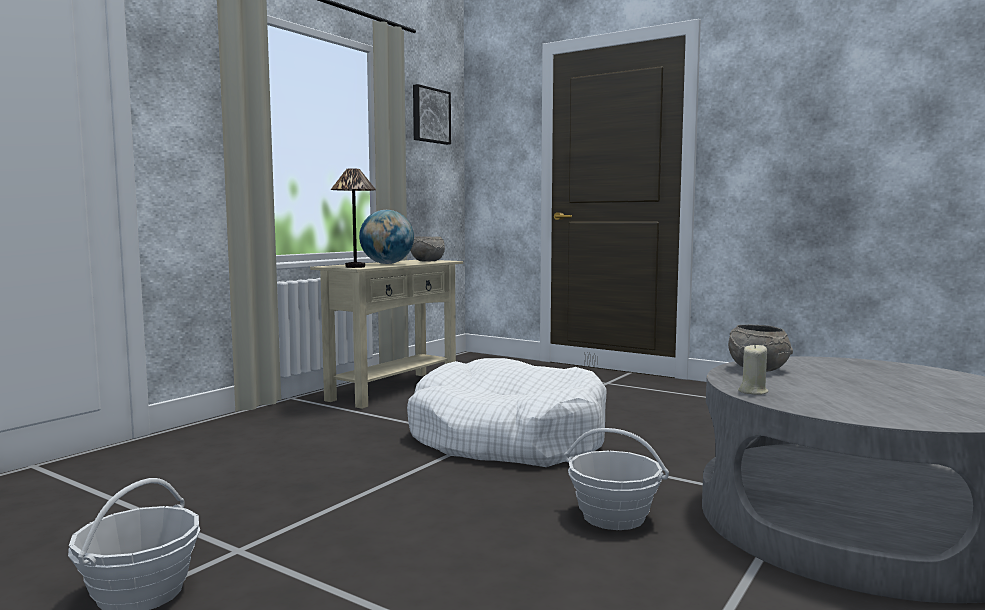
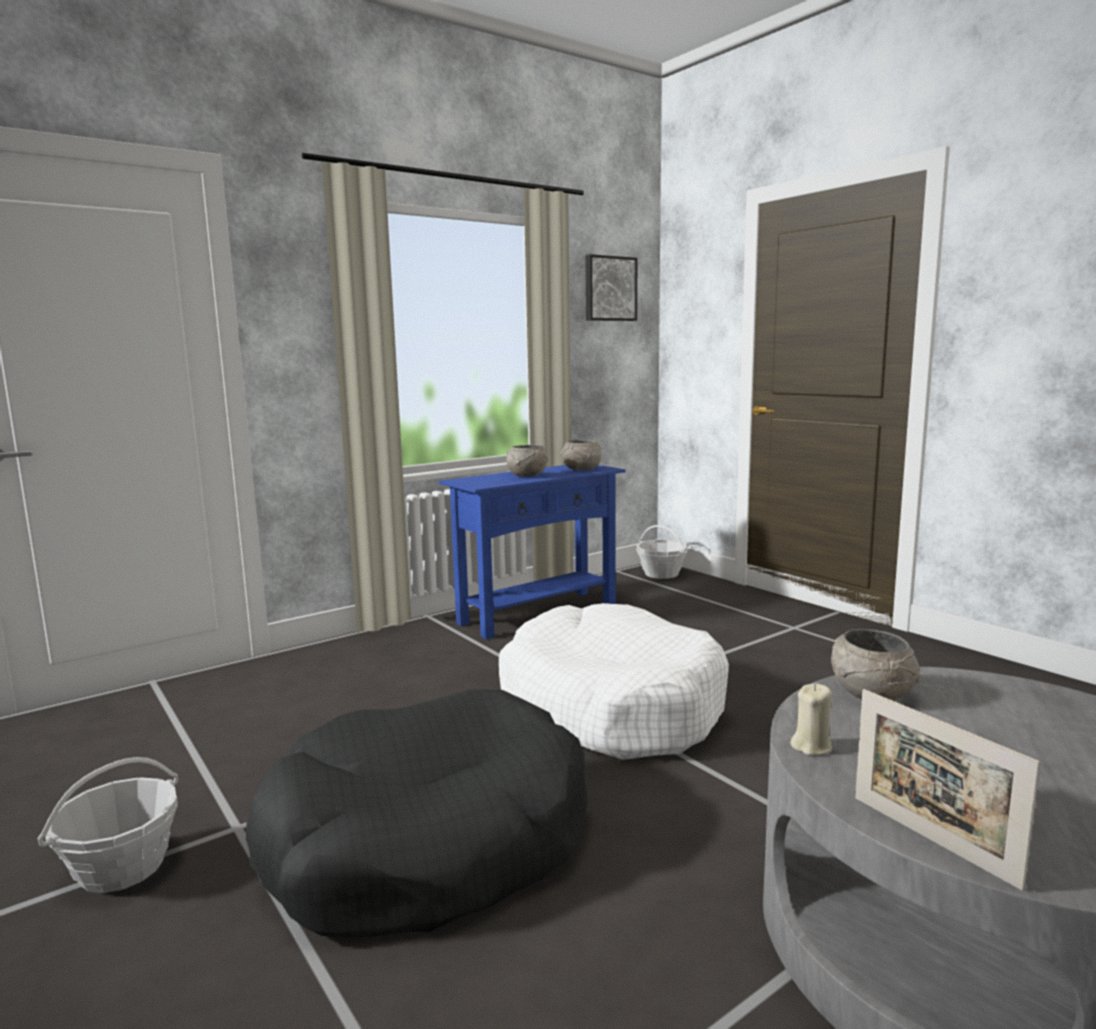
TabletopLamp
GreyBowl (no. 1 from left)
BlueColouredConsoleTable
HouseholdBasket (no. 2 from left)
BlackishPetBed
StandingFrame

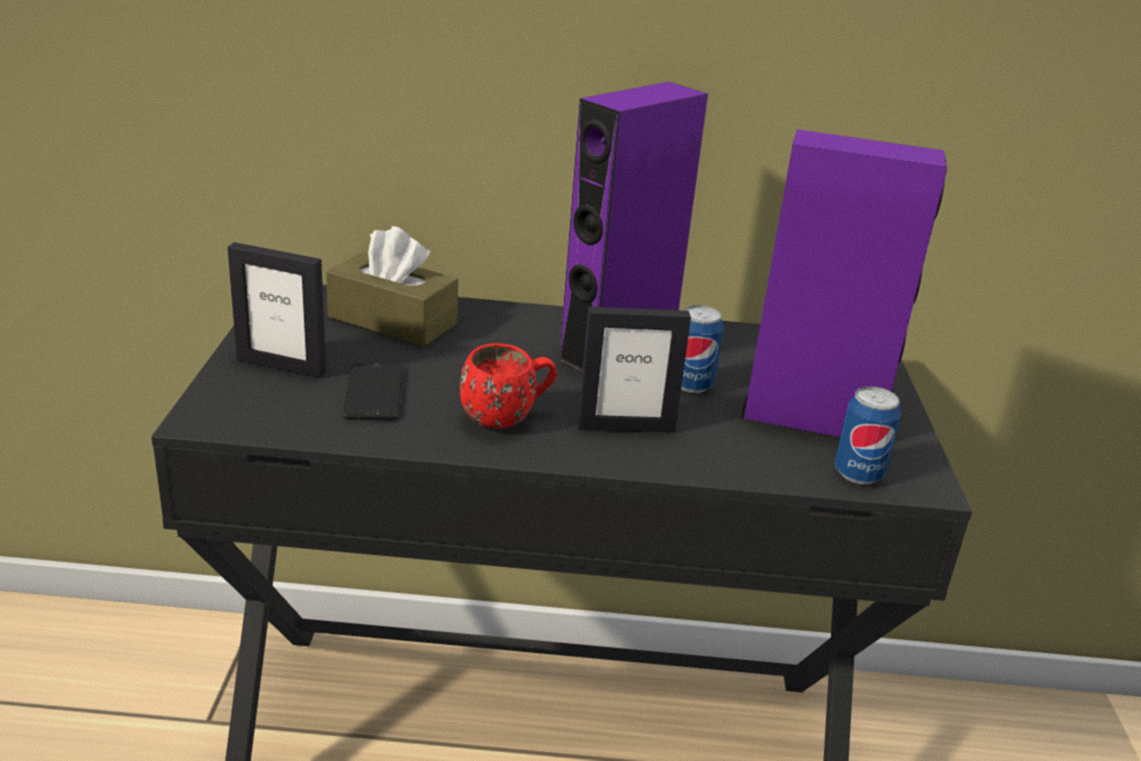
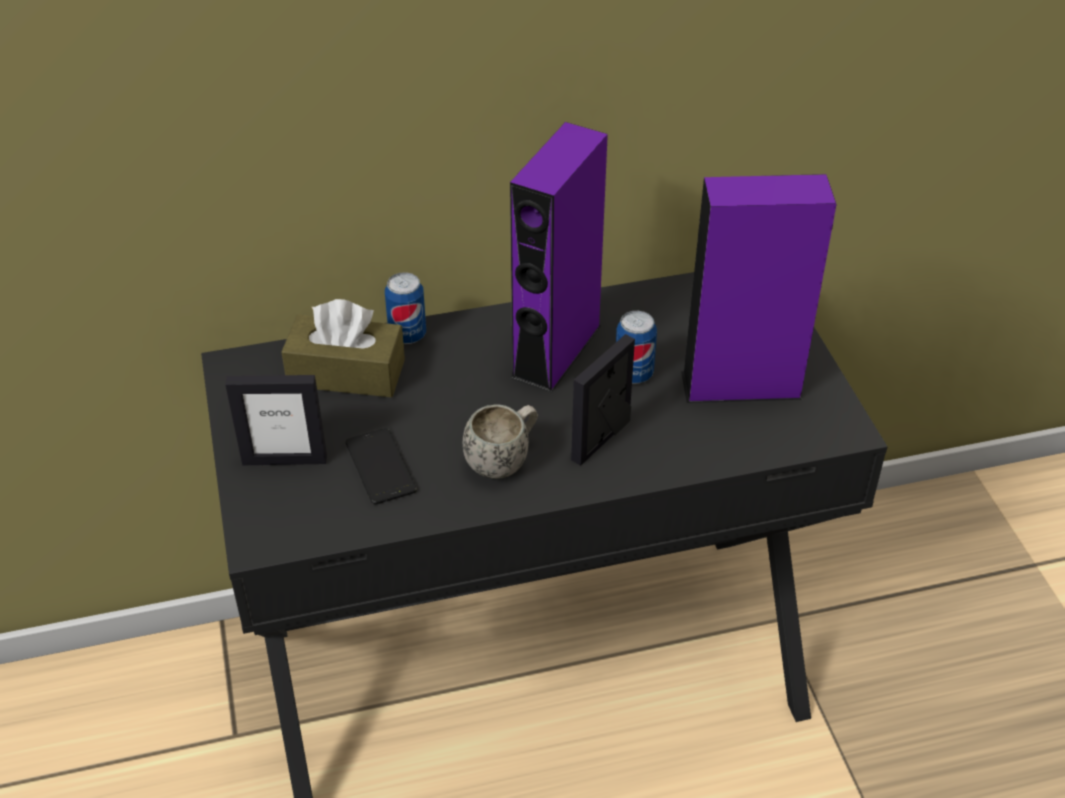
StandingFrame (no. 2 from left)
WhitishMug
Can (no. 1 from left)

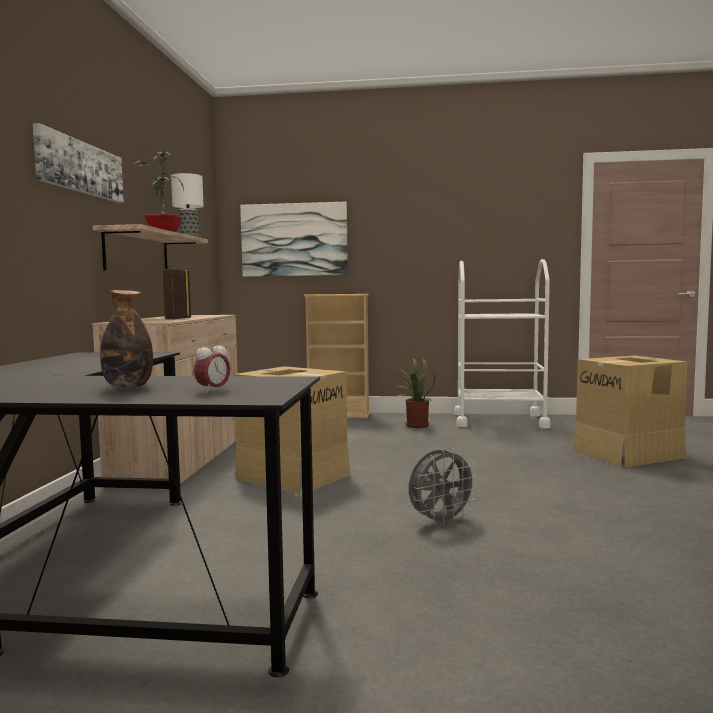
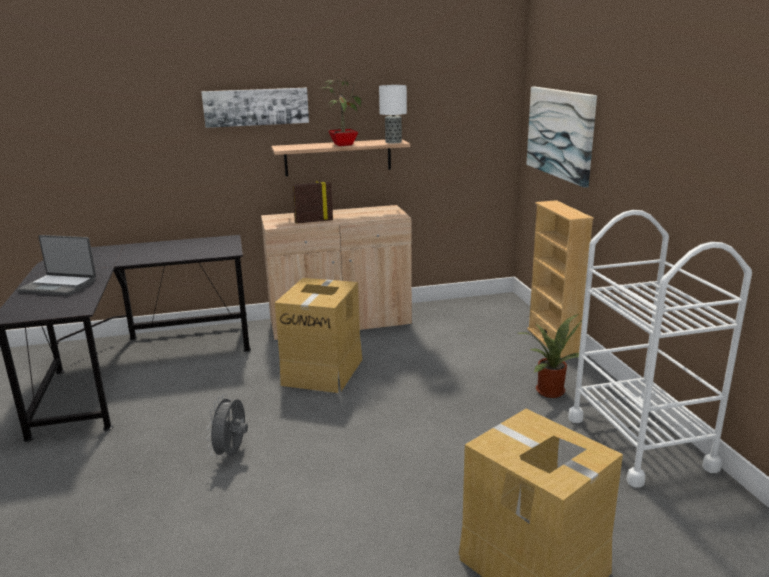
Laptop
TableClock
GreyFan

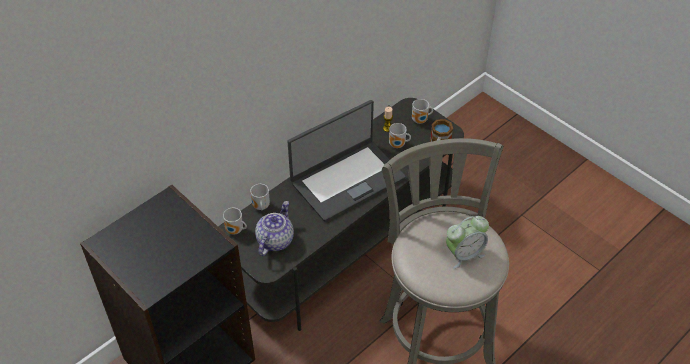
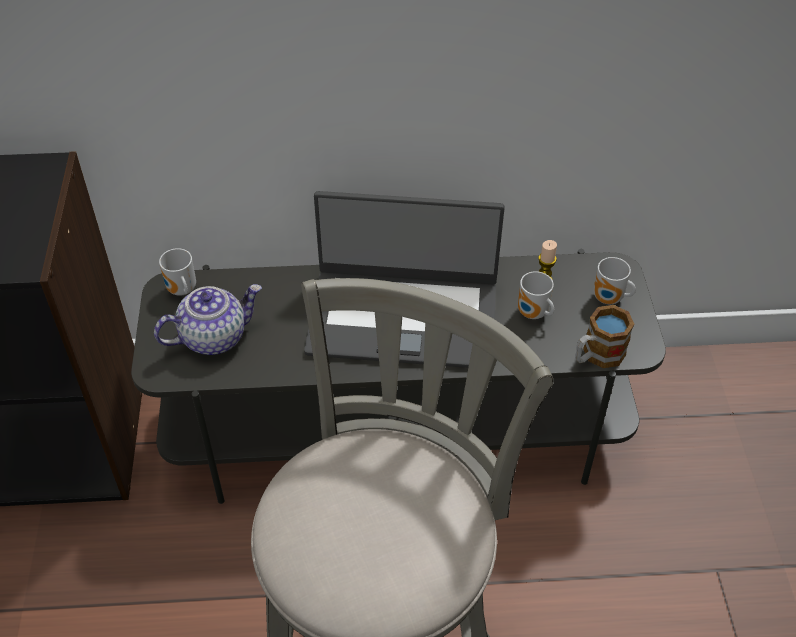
Mug (no. 2 from left in the first image)
TableClock

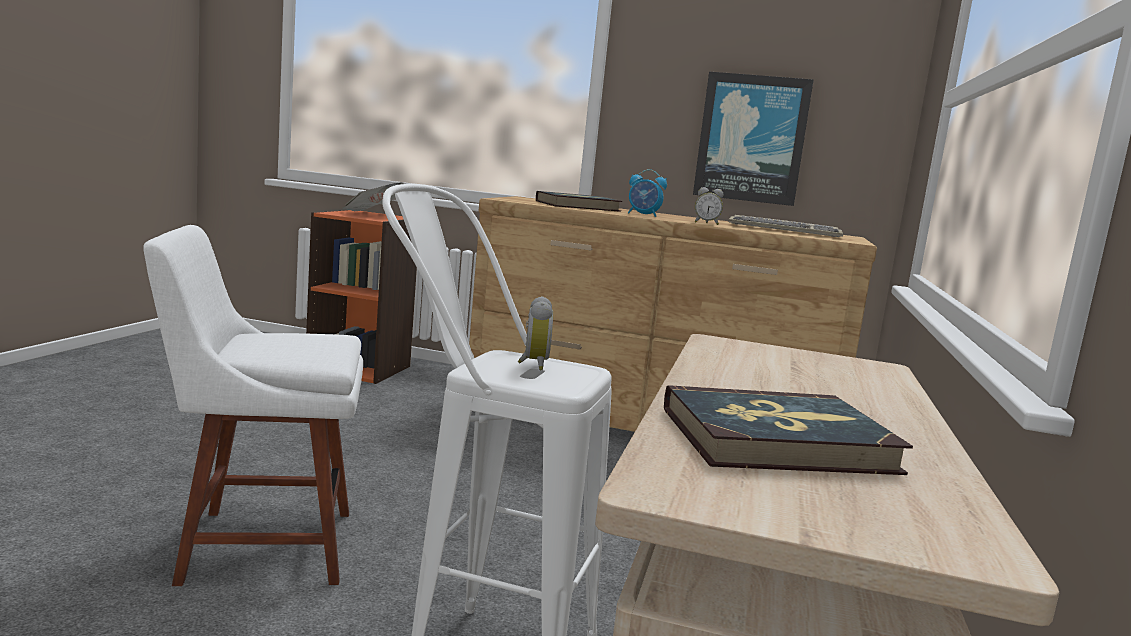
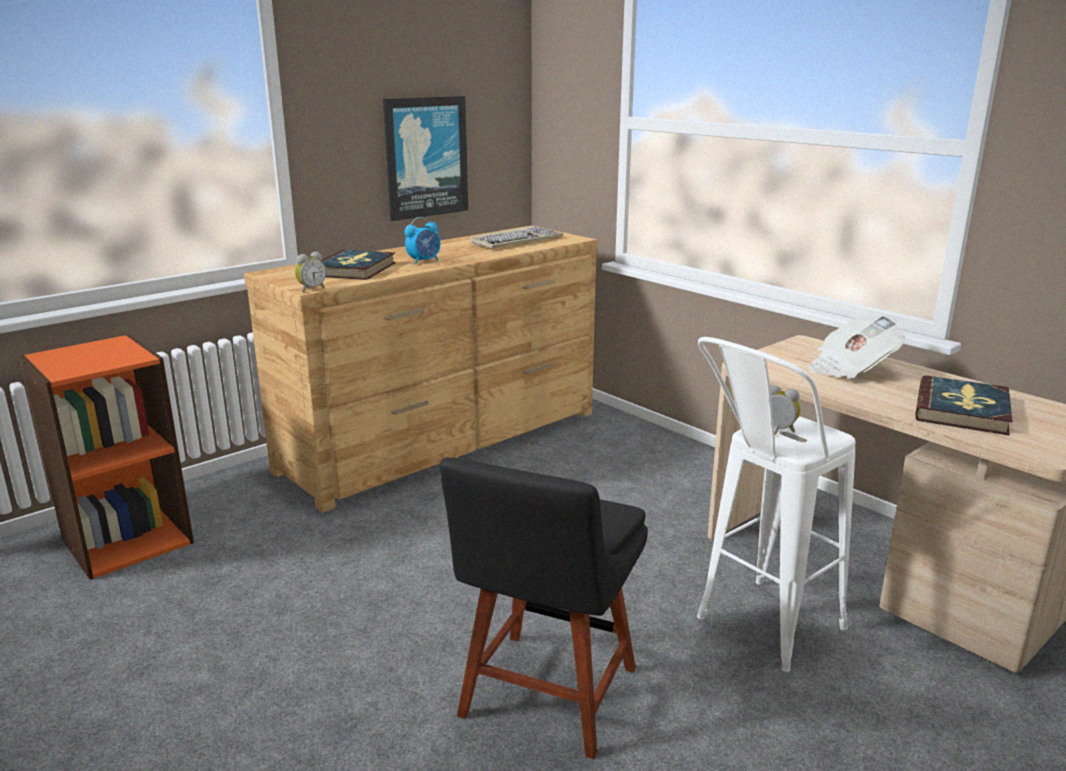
PrintedPaper
TableClock (no. 1 from left)
BlackishUprightChair

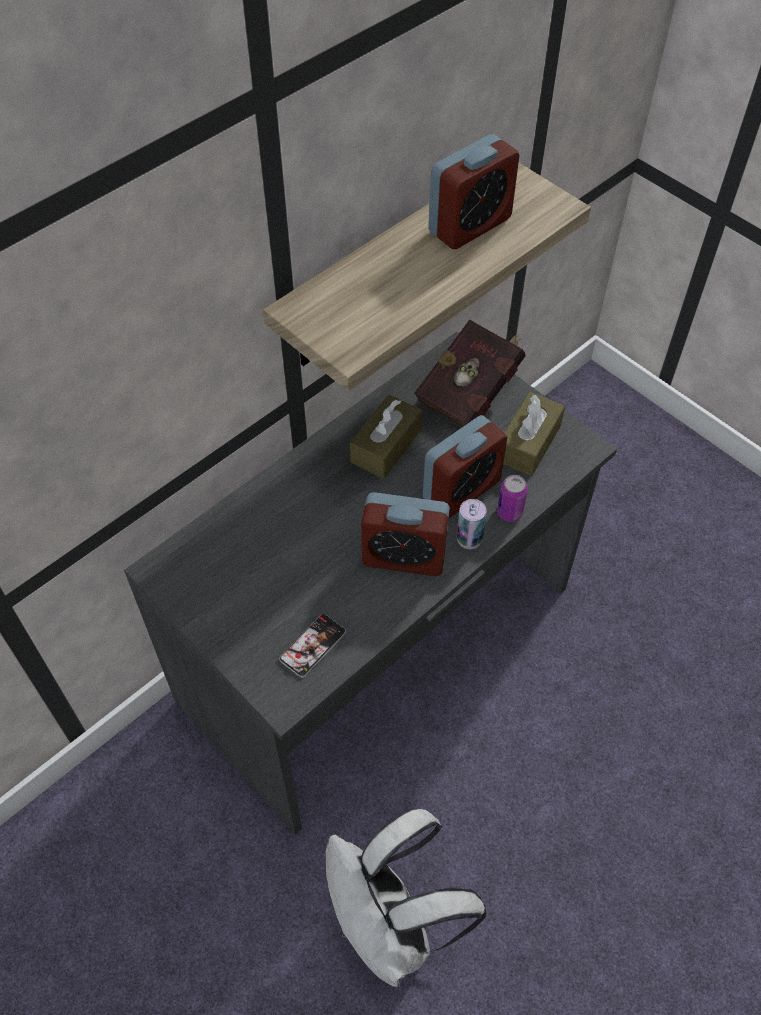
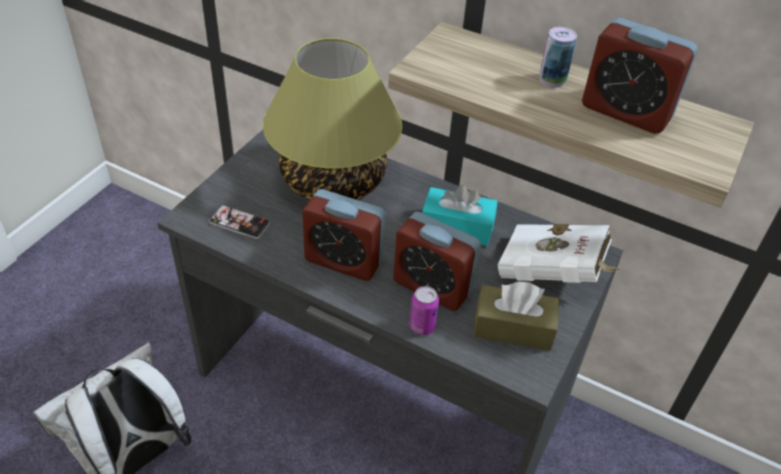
WhitishBook
TurquoiseColouredBoxOfTissues
TableClock (no. 1 from left)
Can (no. 2 from left)
TabletopLamp

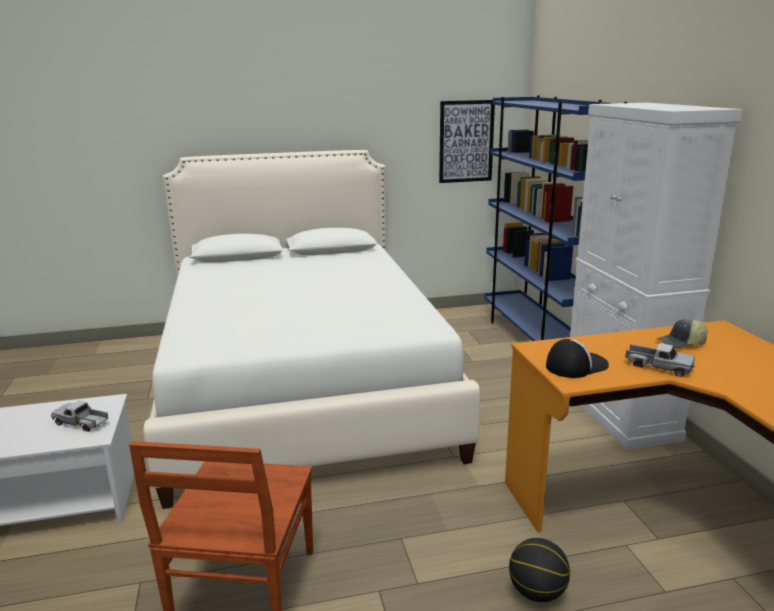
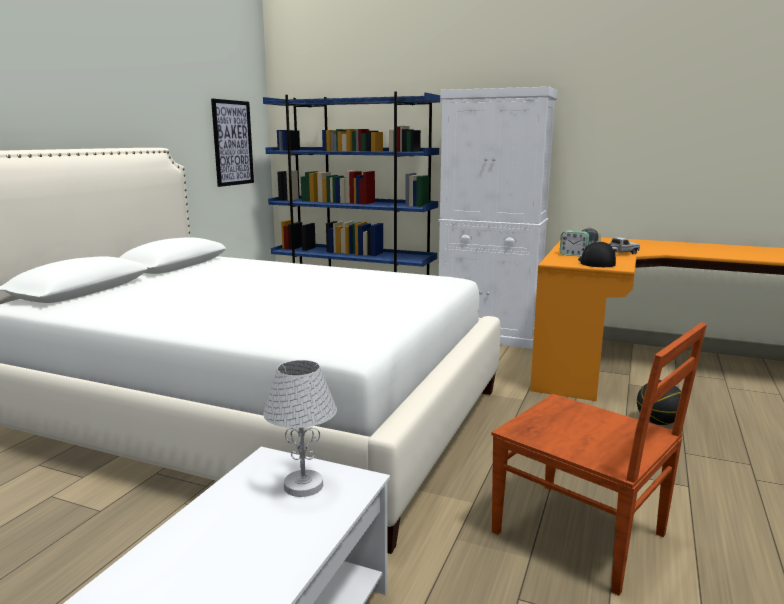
WhitishTabletopLamp
TableClock

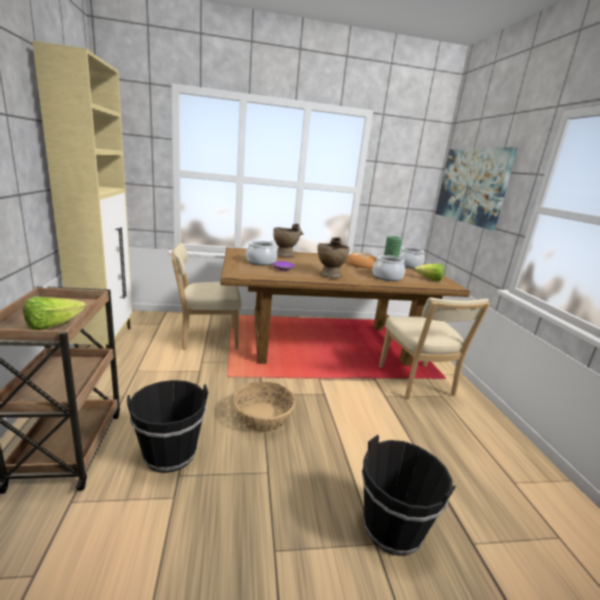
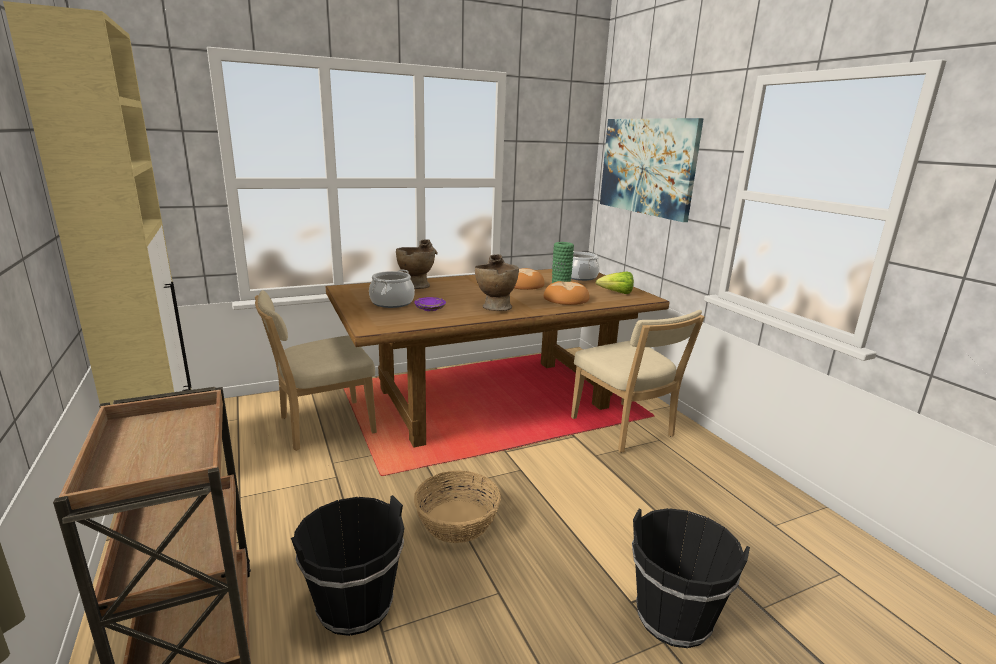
Bread (no. 2 from left)
Lettuce (no. 1 from left in the first image)

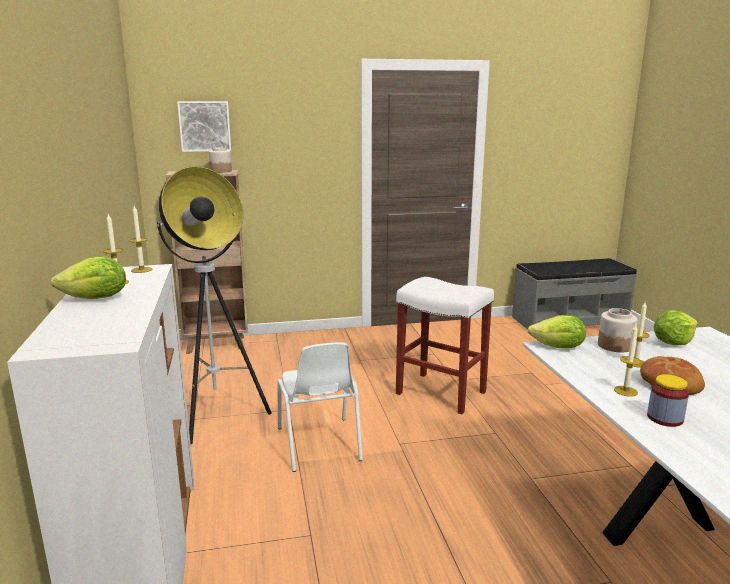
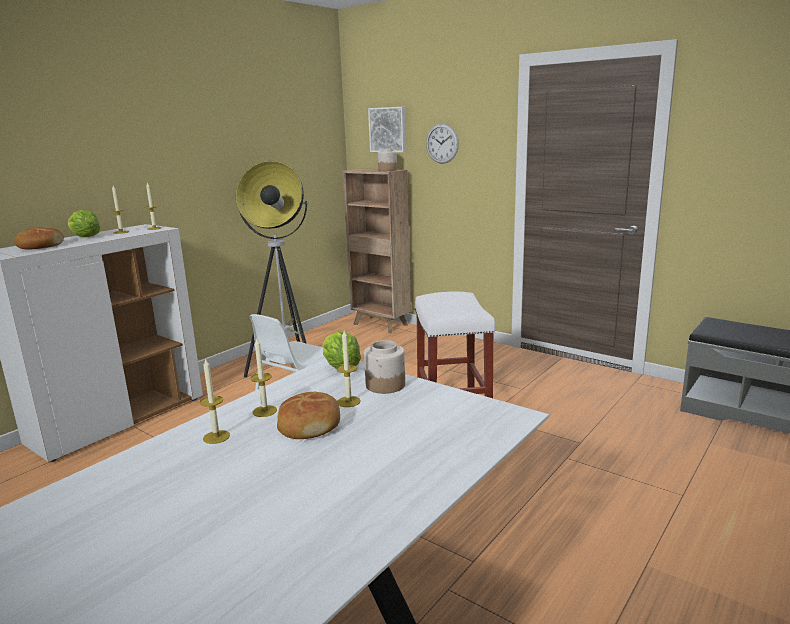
Lettuce (no. 3 from left in the first image)
WaxLight (no. 3 from left)
WallClock
Bread (no. 1 from left)

